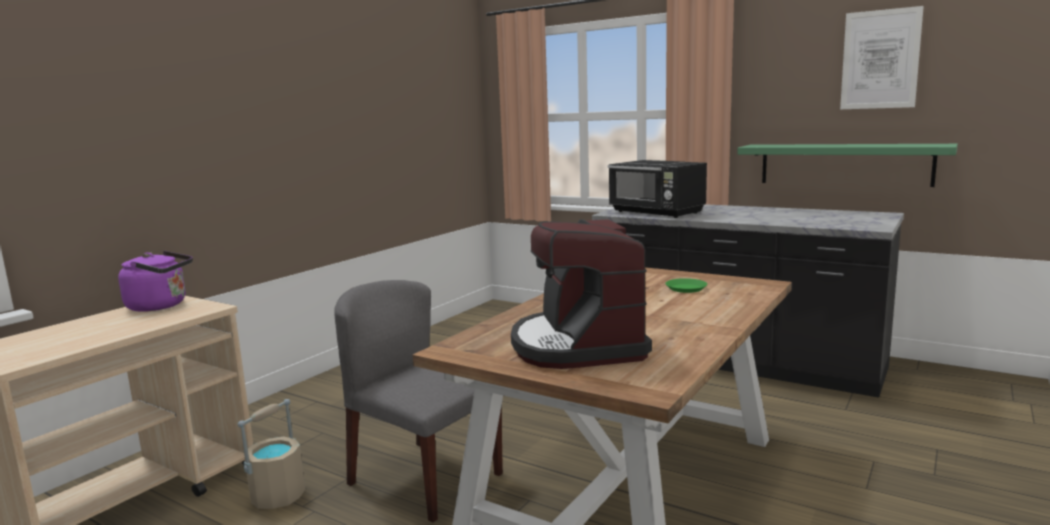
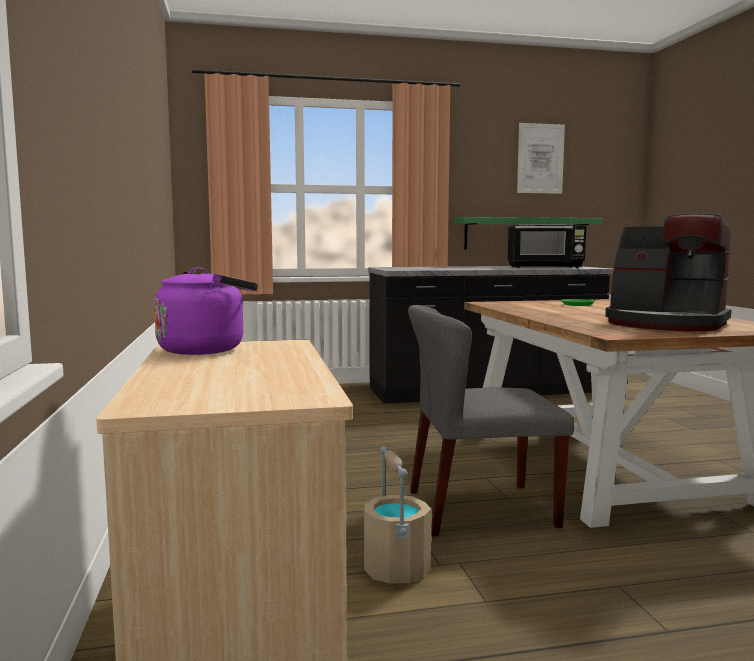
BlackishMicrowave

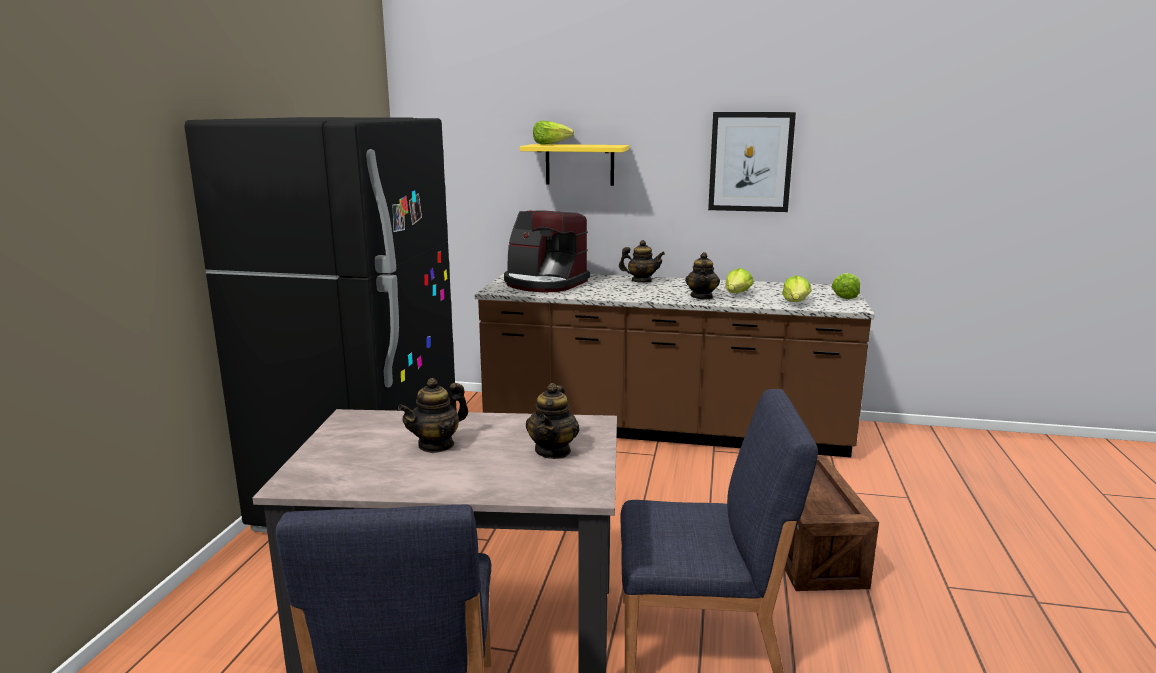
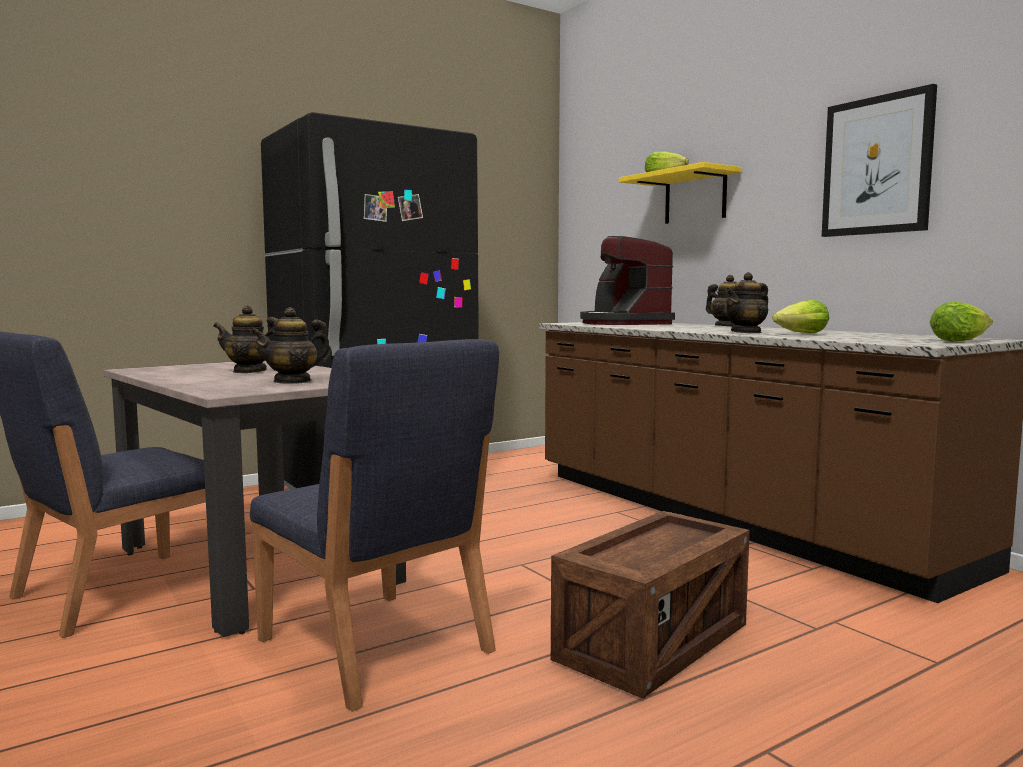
Lettuce (no. 3 from left in the first image)

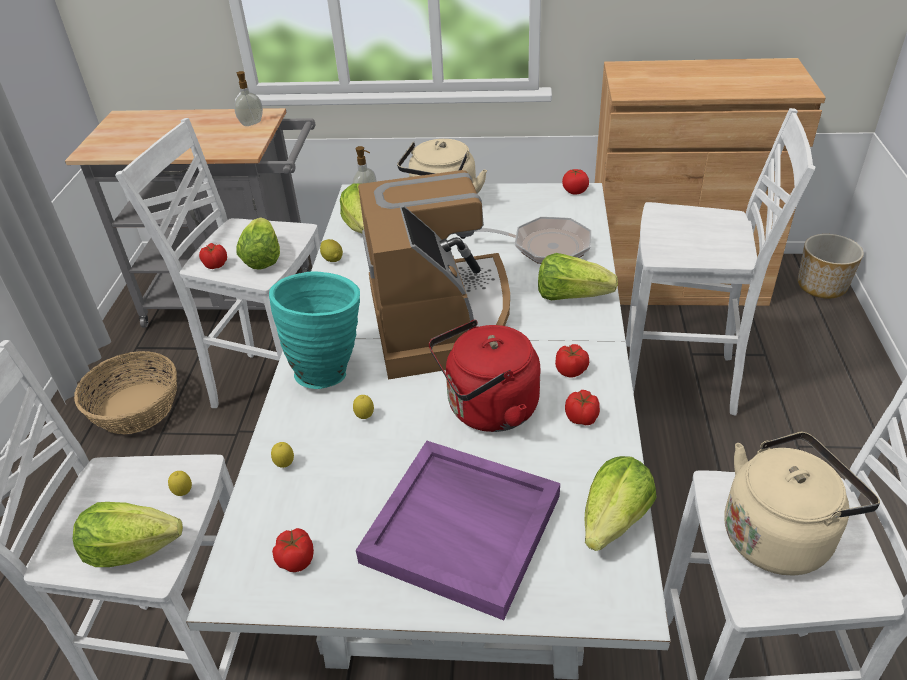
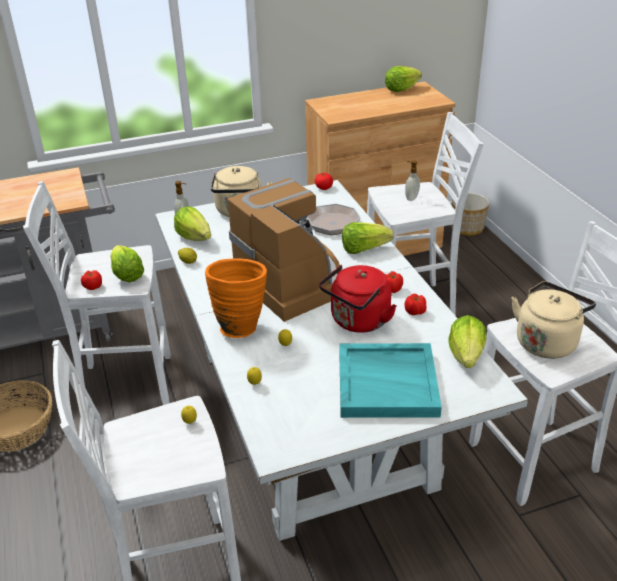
SoapBottle (no. 2 from left)
OrangeDecorativeVase
TurquoiseColouredCarryingTray
Lettuce (no. 4 from left)
WholeTomato (no. 2 from left in the first image)

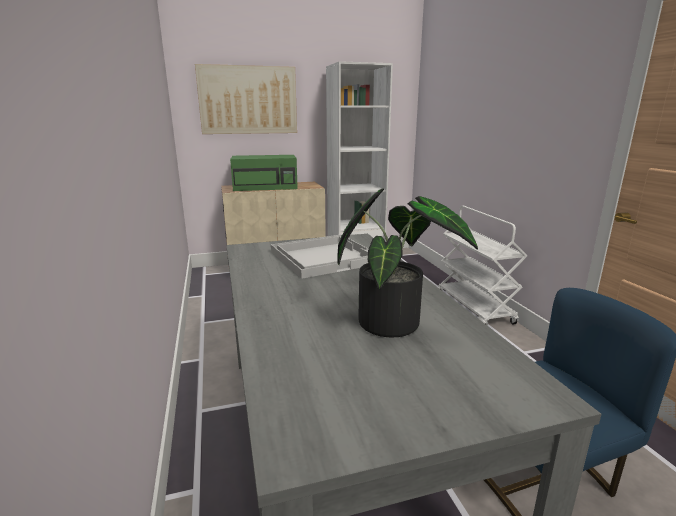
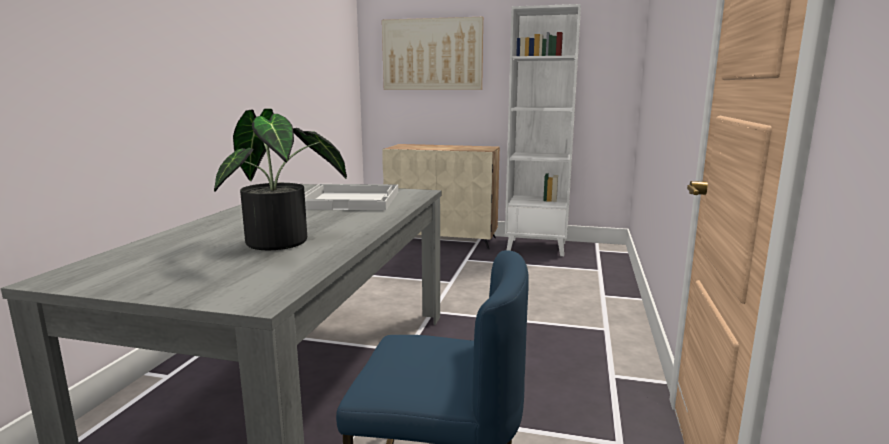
GreenMicrowave
WhitishWheeledCart

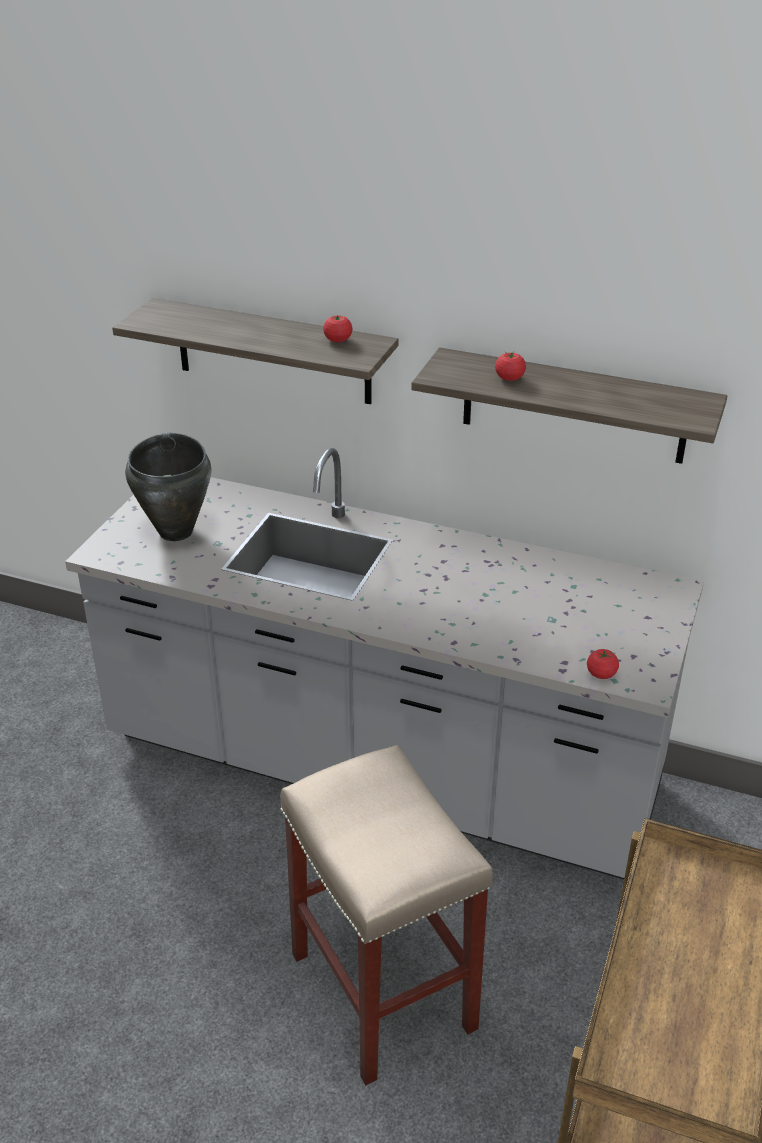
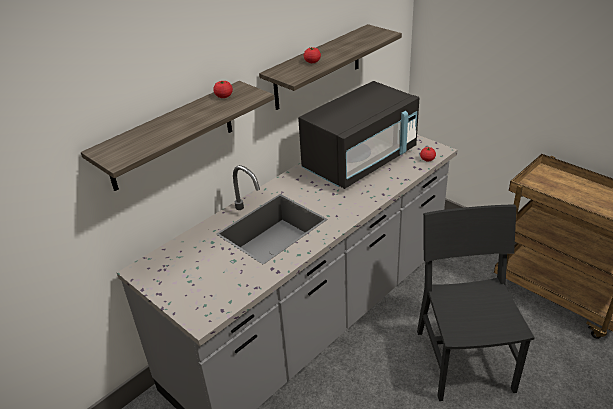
BlackishCookingPot
BlackishUprightChair
BlackishMicrowave

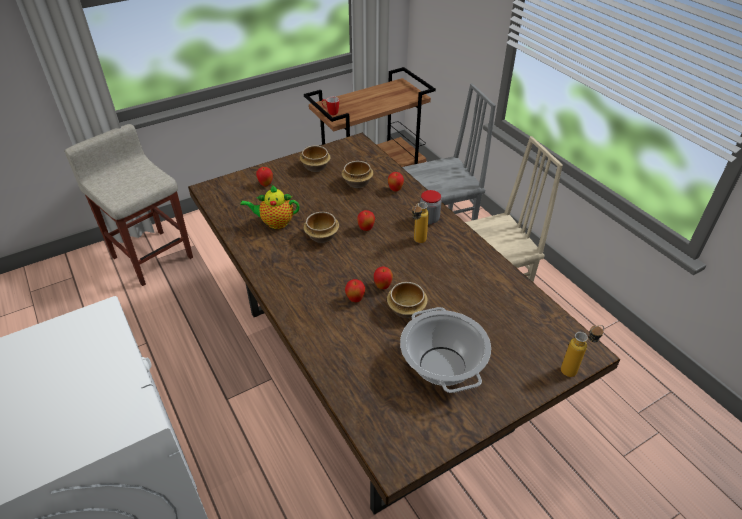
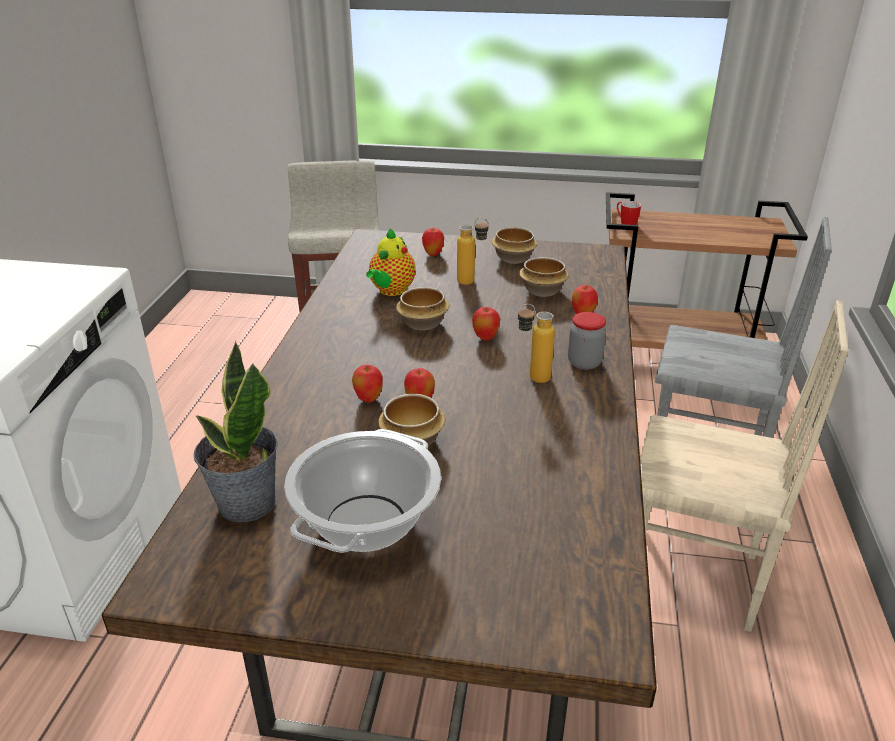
PotForTea
BeverageBottle (no. 1 from left)
Houseplant

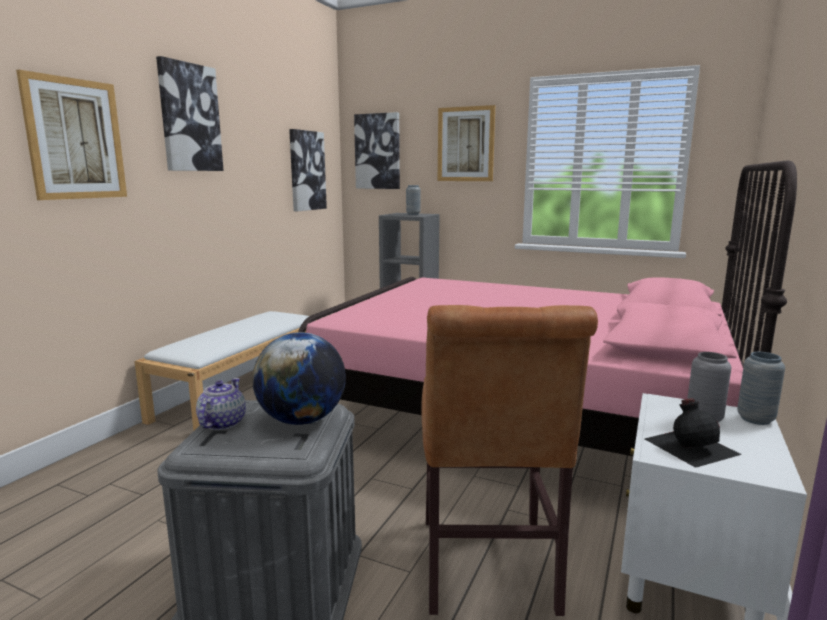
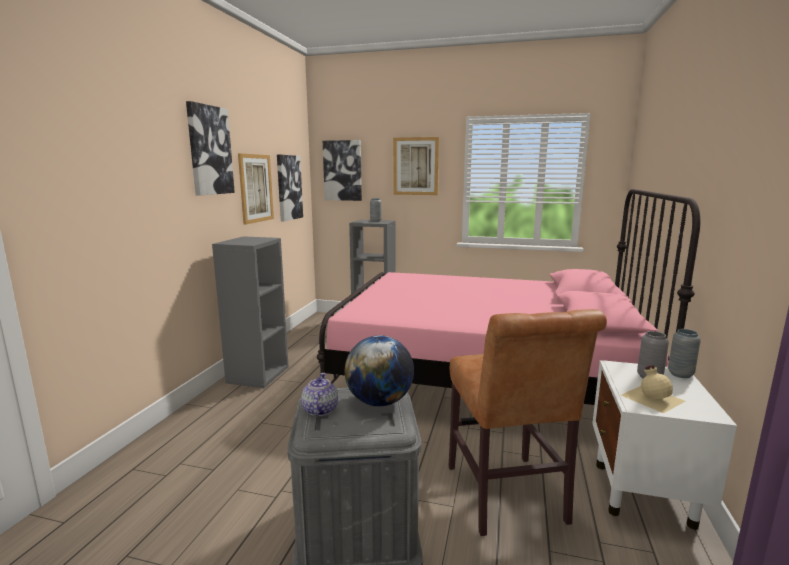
Picture (no. 2 from left)
GreyBookshelf (no. 1 from left)
SandColouredBeverageBottle

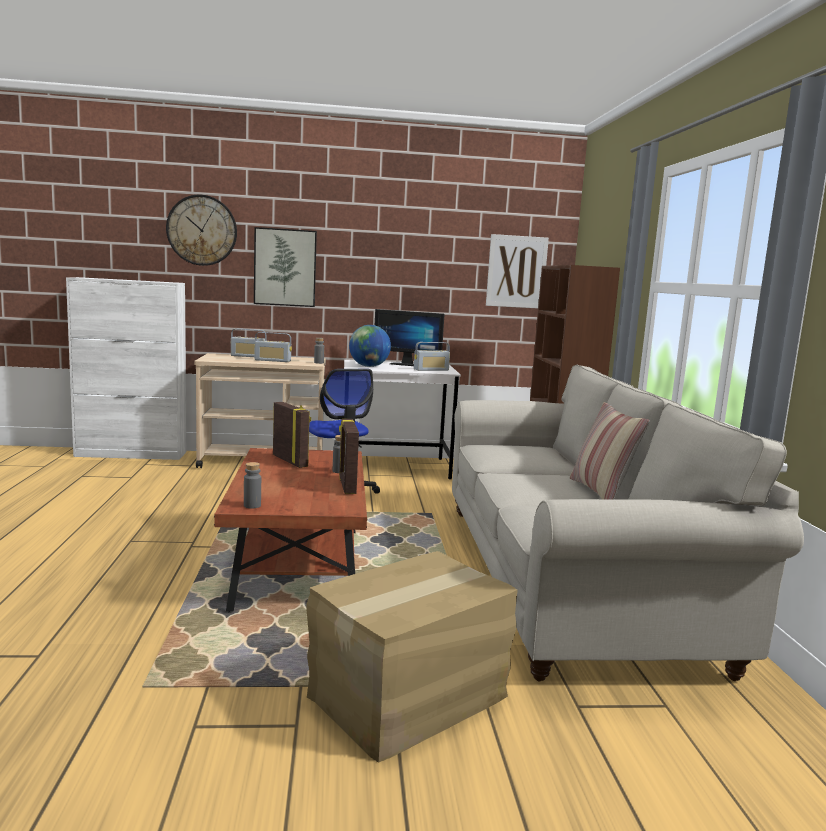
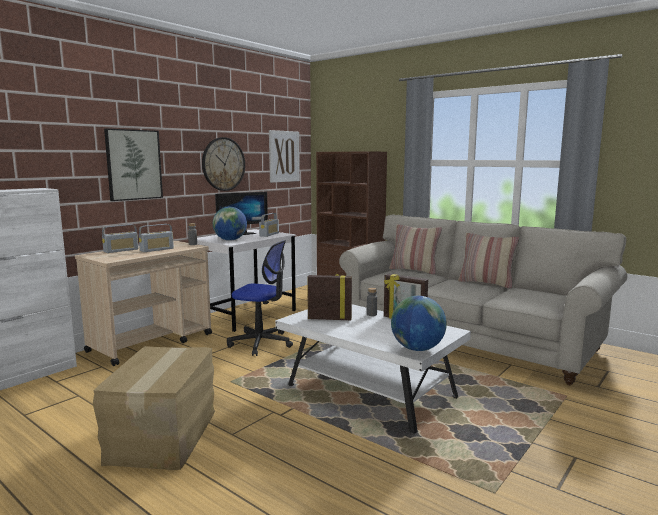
WallClock
WhitishLoungeTable
WorldGlobe (no. 2 from left)
CardboardBox
Cushion (no. 1 from left)

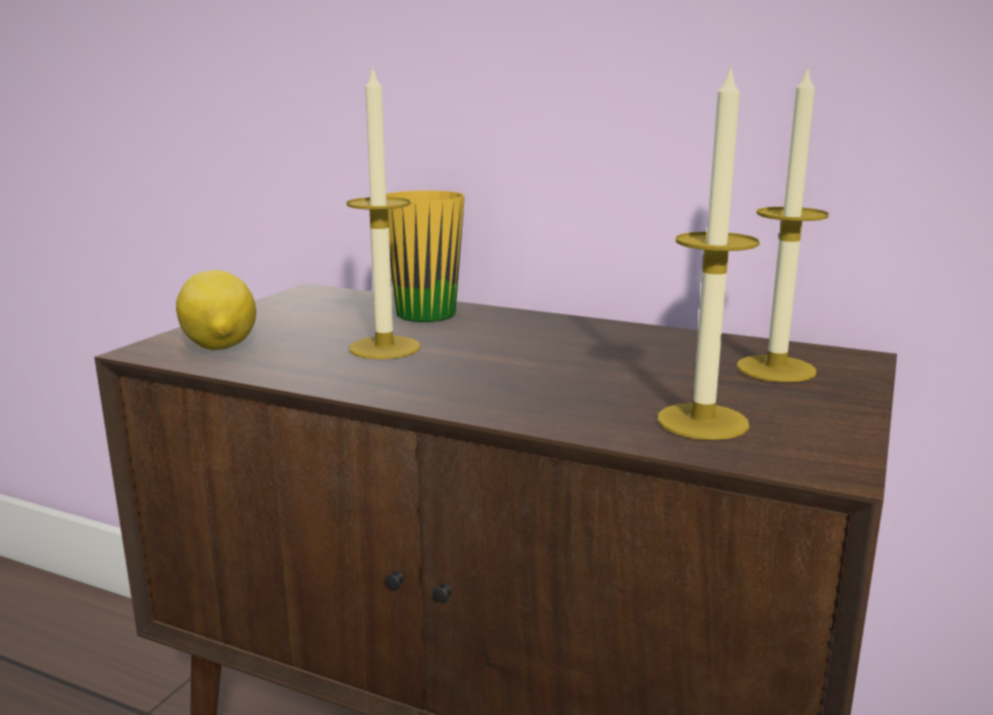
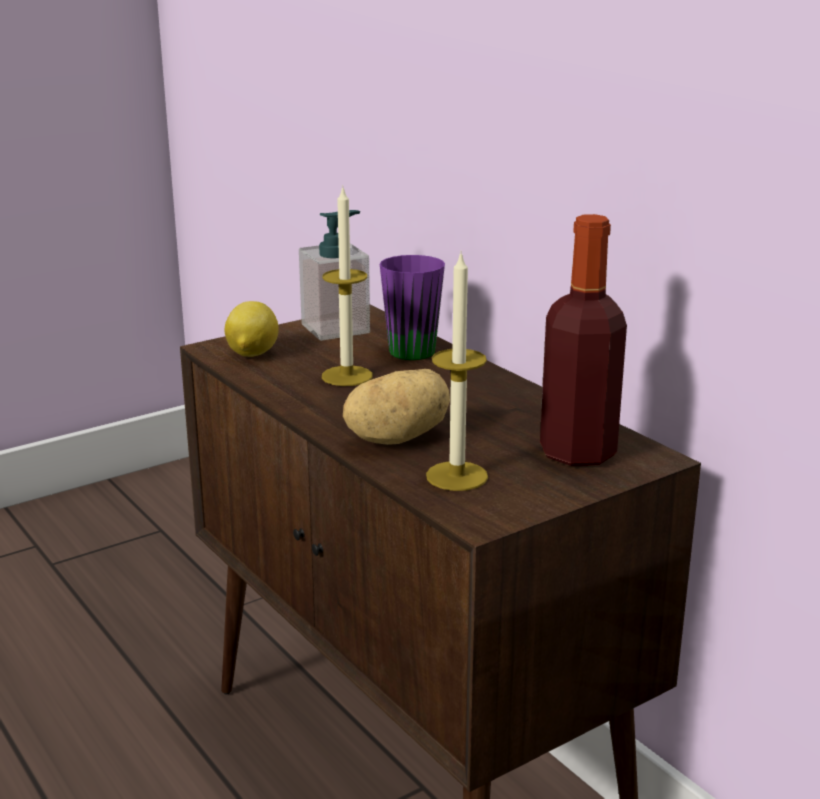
BeverageBottle
PurpleMug
SoapBottle
Spud

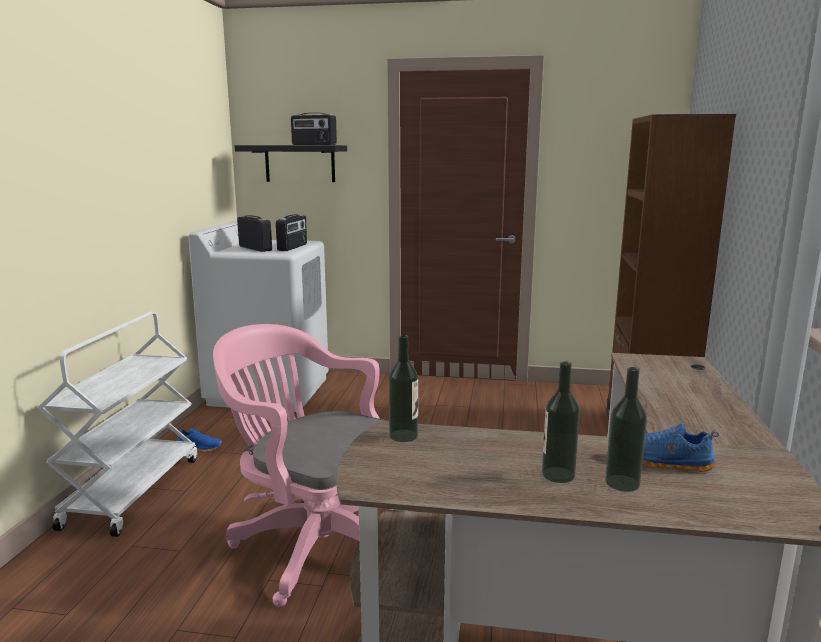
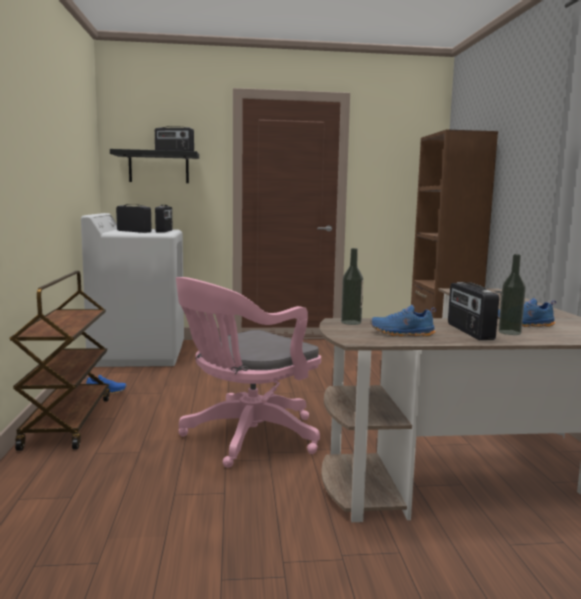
BrownColouredWheeledCart
PinkishComputerChair
Radio (no. 4 from left)
BlueColouredLowShoe (no. 2 from left)

